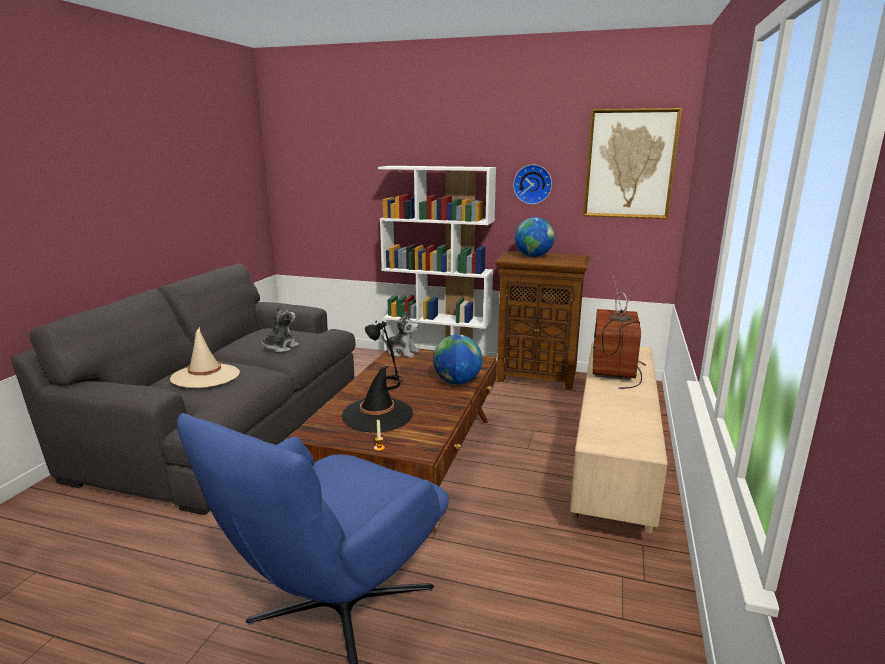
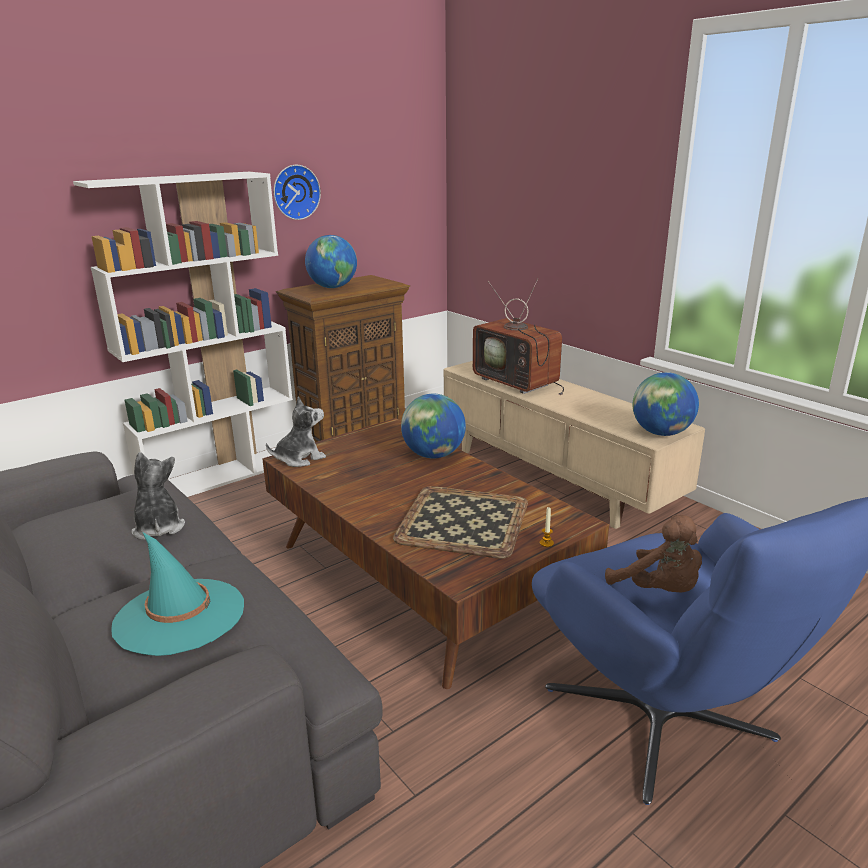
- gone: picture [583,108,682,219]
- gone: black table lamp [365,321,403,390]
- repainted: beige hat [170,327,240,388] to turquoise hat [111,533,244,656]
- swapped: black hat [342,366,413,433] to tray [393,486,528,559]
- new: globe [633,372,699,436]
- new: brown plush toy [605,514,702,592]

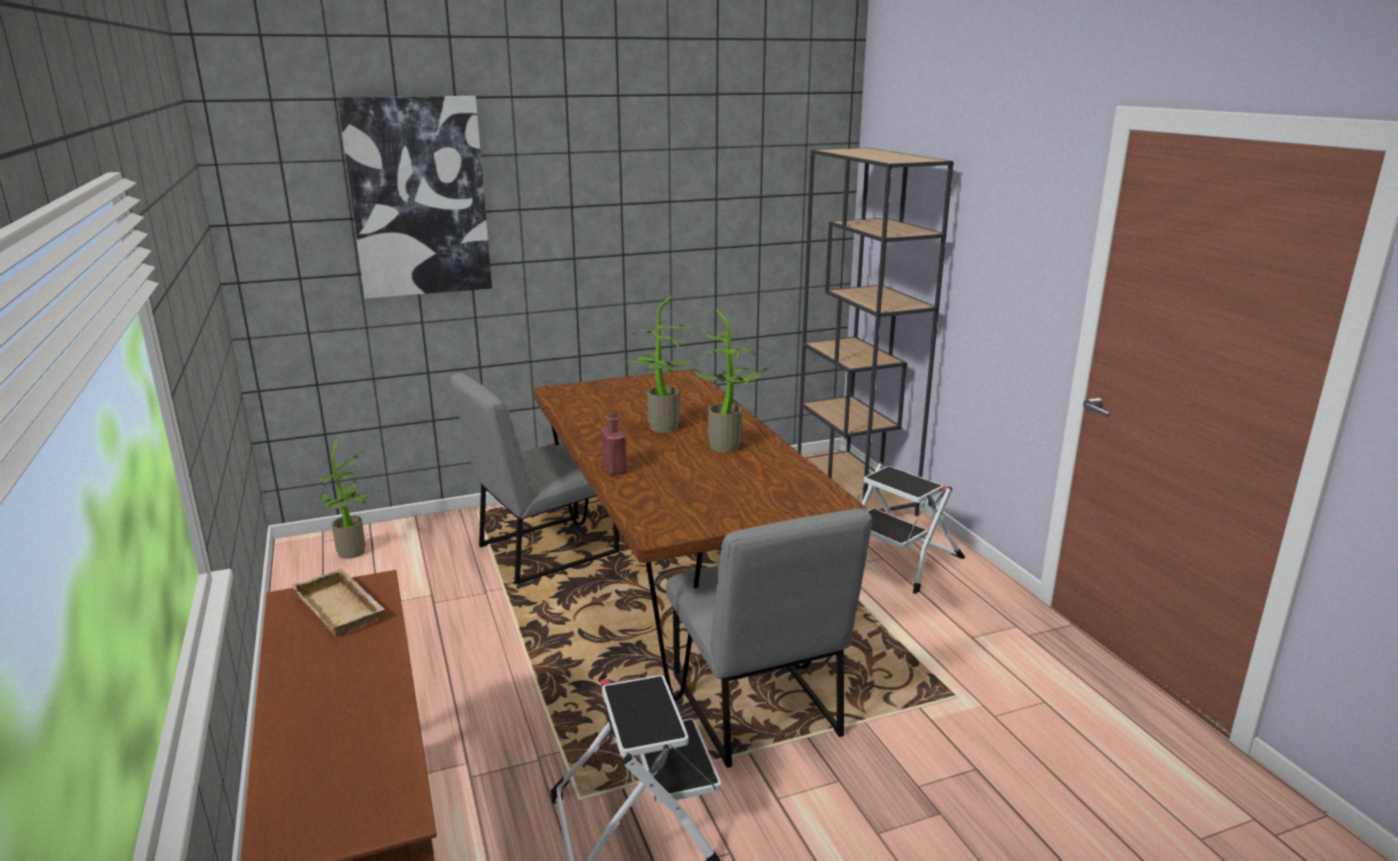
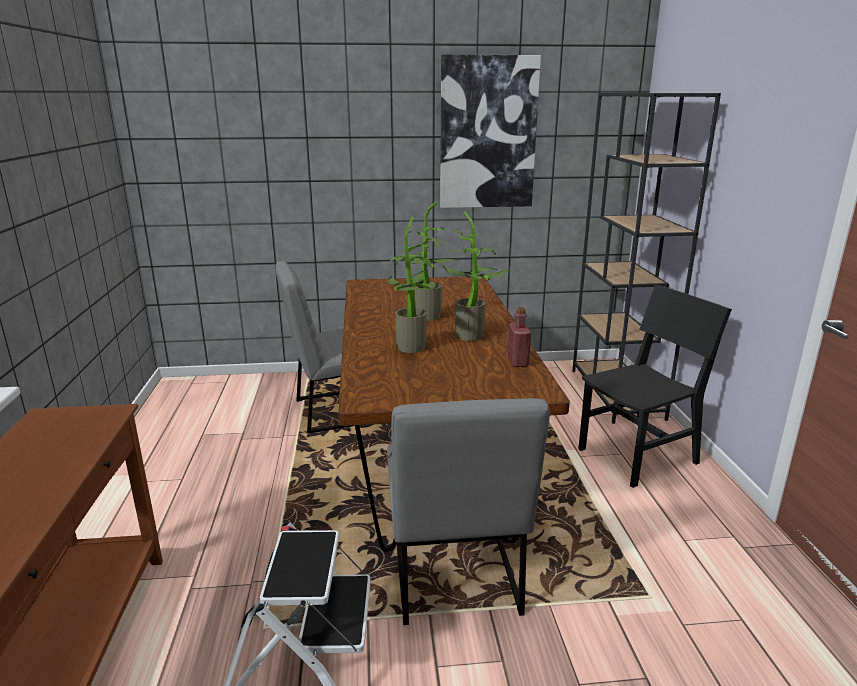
- shifted: picture [337,96,492,299] to [440,55,541,208]
- shifted: red bottle [601,410,627,475] to [508,307,531,367]
- shifted: potted plant [319,439,366,559] to [388,217,437,353]
- swapped: step ladder [857,462,965,594] to black chair [578,285,732,488]
- gone: beige tray [292,568,385,637]

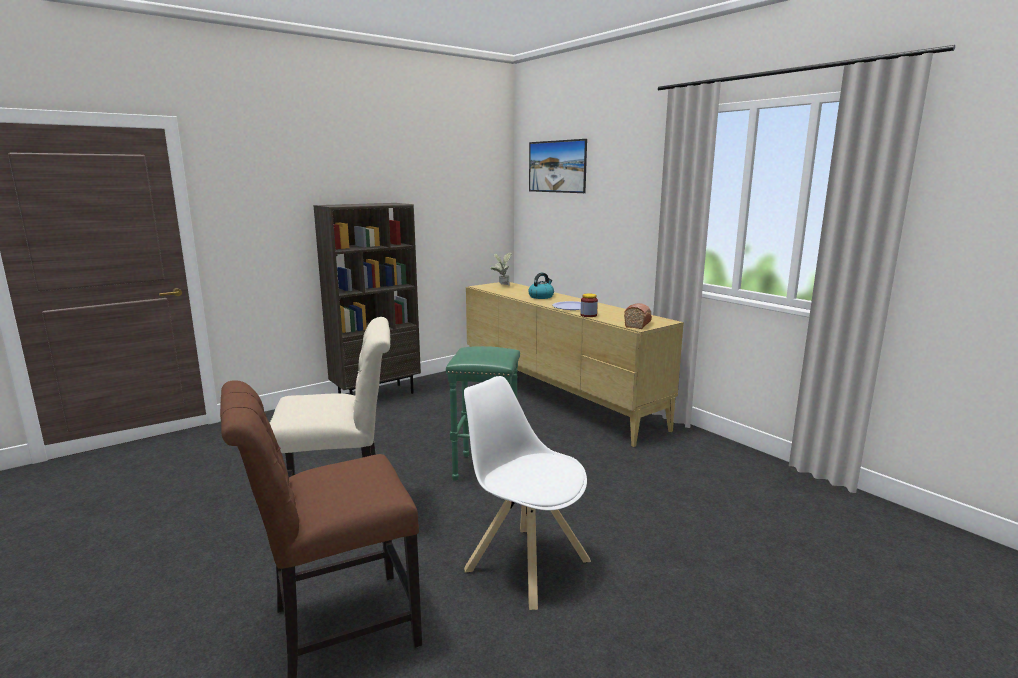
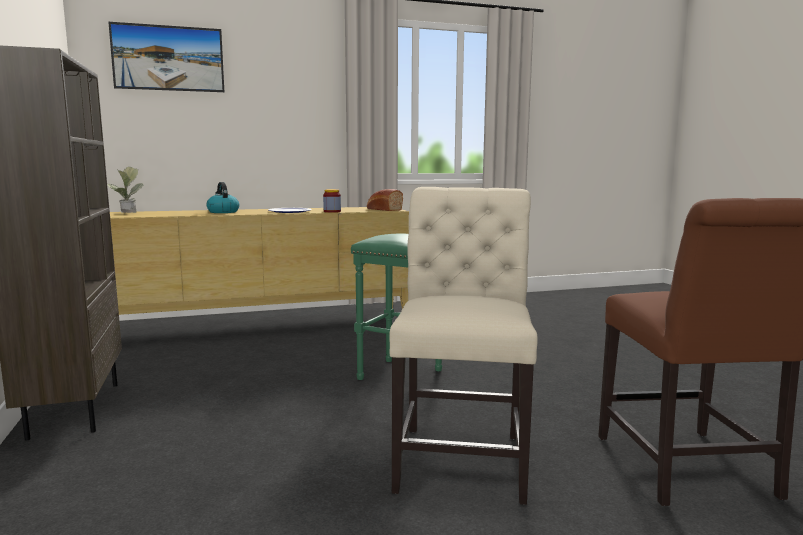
- gone: white chair [464,376,591,610]

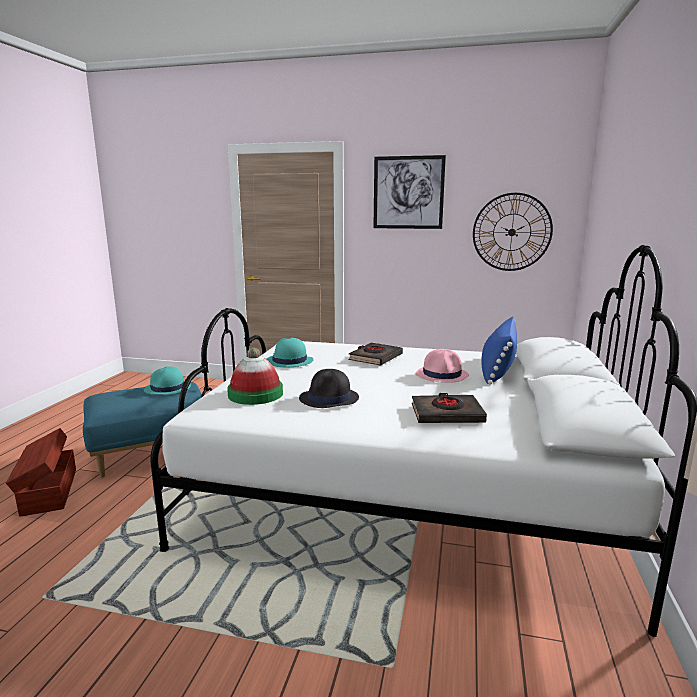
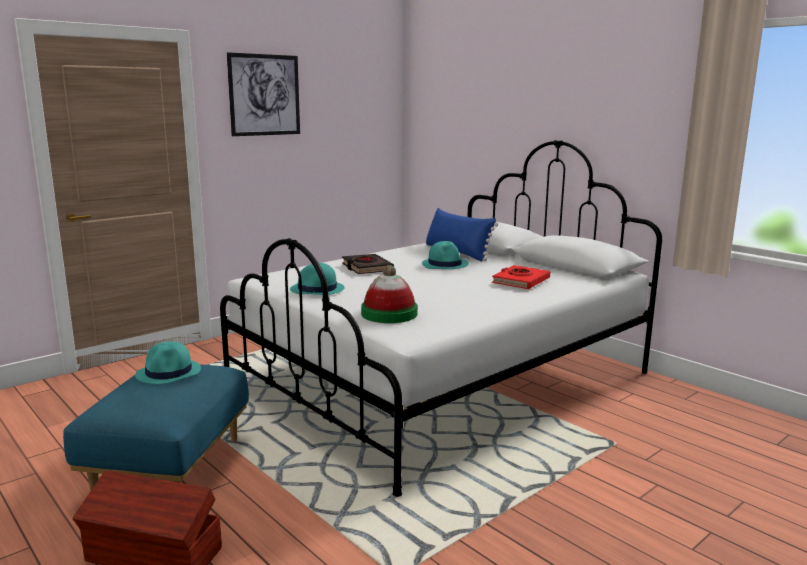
- gone: wall clock [473,193,553,271]
- repainted: pink hat [416,349,469,383] to turquoise hat [422,241,469,269]
- gone: black hat [299,369,359,408]
- repainted: black book [412,393,487,423] to red book [492,265,550,289]

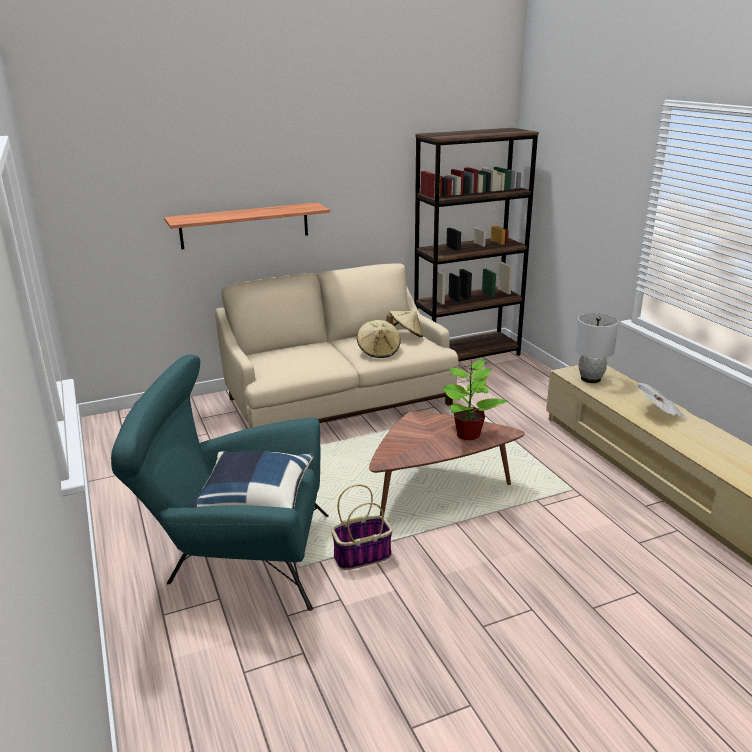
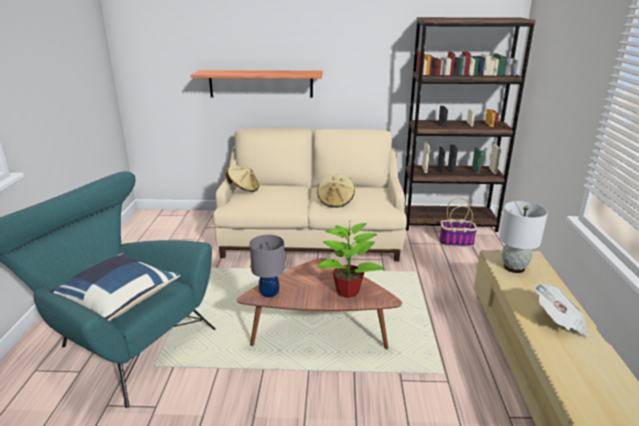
- shifted: beige hat [386,311,423,337] to [226,165,259,192]
- shifted: basket [331,484,393,570] to [439,198,477,247]
- new: grey table lamp [249,235,285,297]

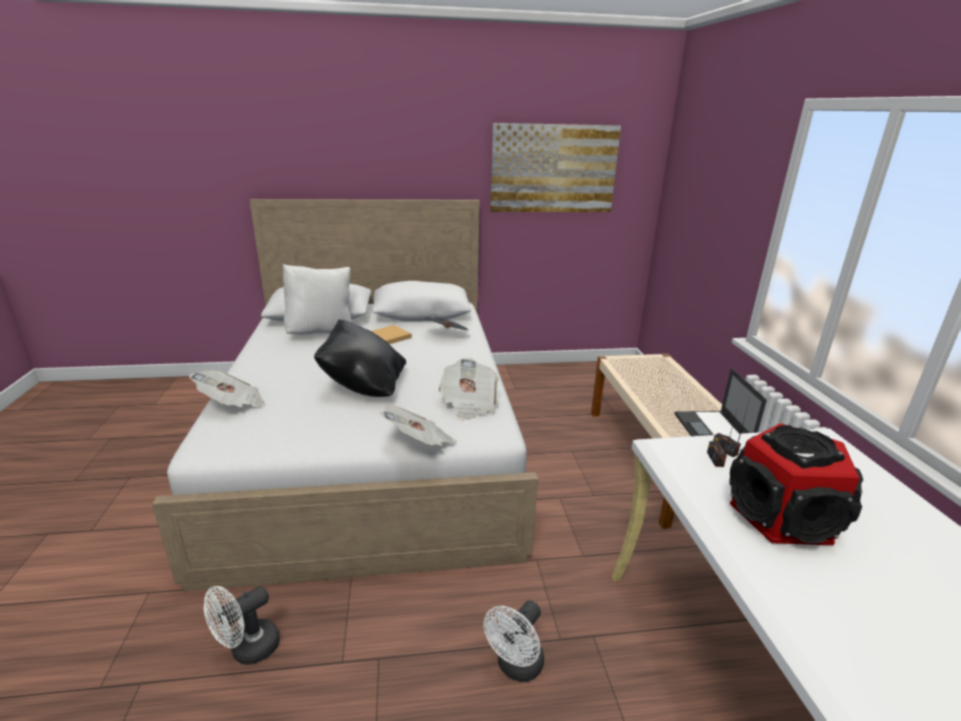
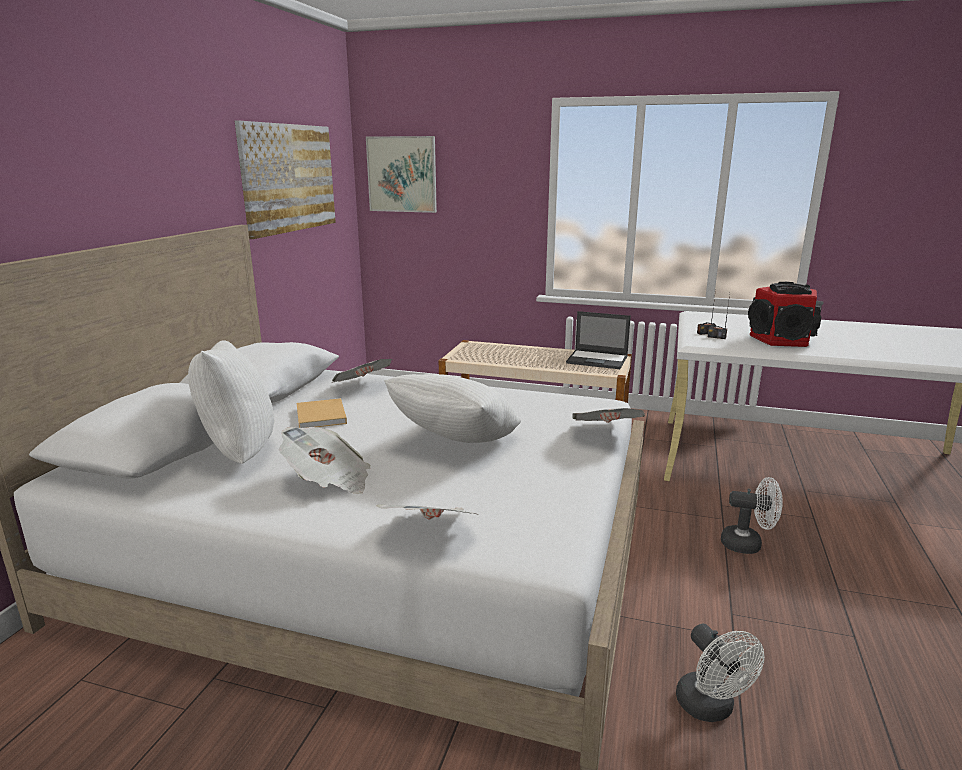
- repainted: black pillow [314,319,406,397] to white pillow [384,374,521,443]
- shifted: newspaper [438,358,499,421] to [279,427,371,494]
- rotated: white fan [483,600,544,682] = [721,477,783,554] 45 degrees counterclockwise
- new: picture [366,136,437,213]

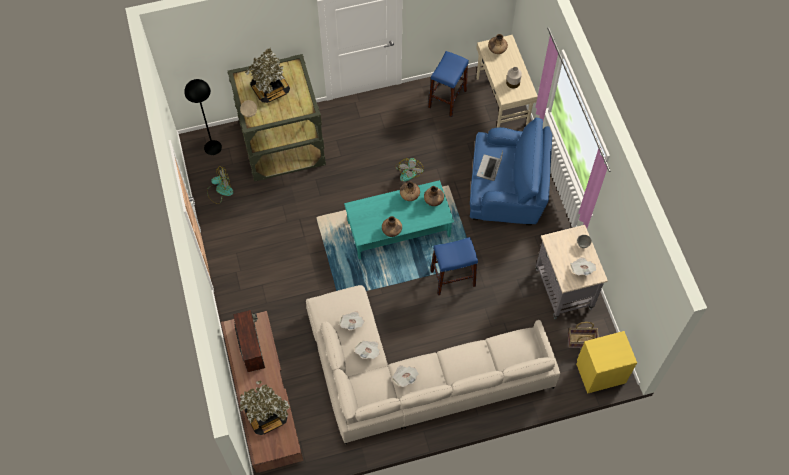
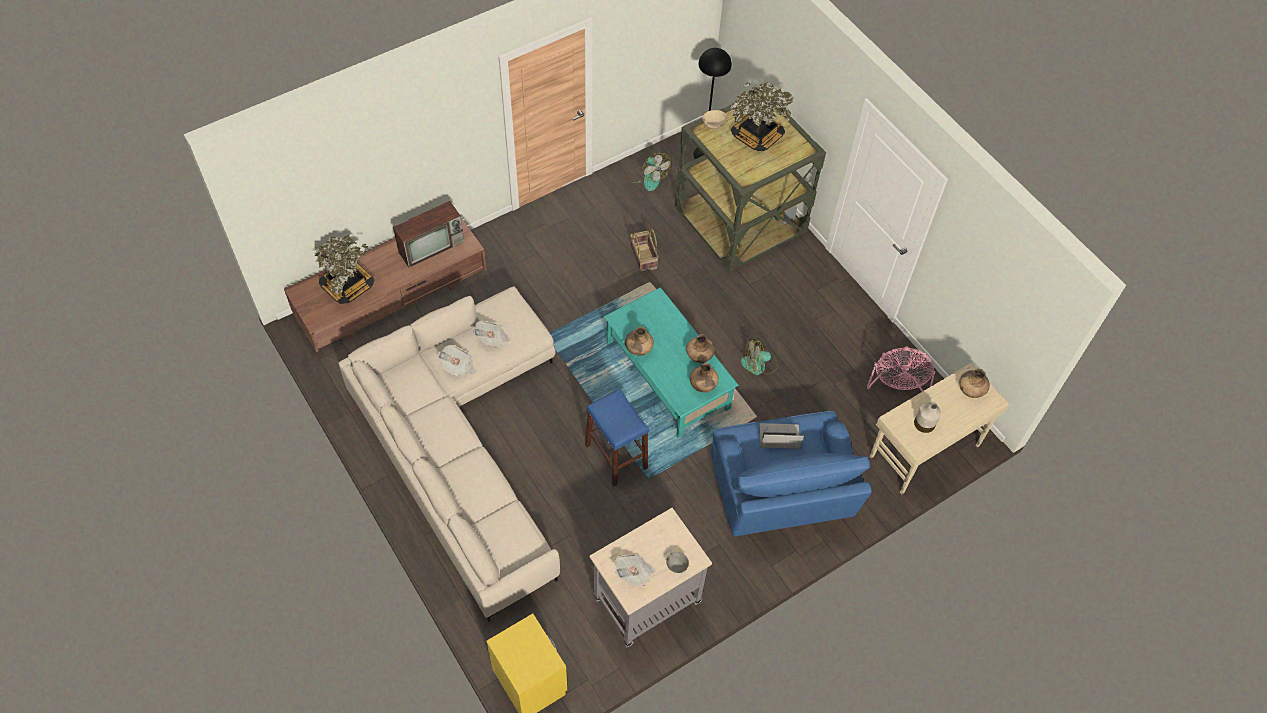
- swapped: blue stool [428,51,469,117] to pink fan [867,346,935,392]
- shifted: basket [568,322,599,348] to [630,228,659,273]
- gone: newspaper [392,365,419,387]

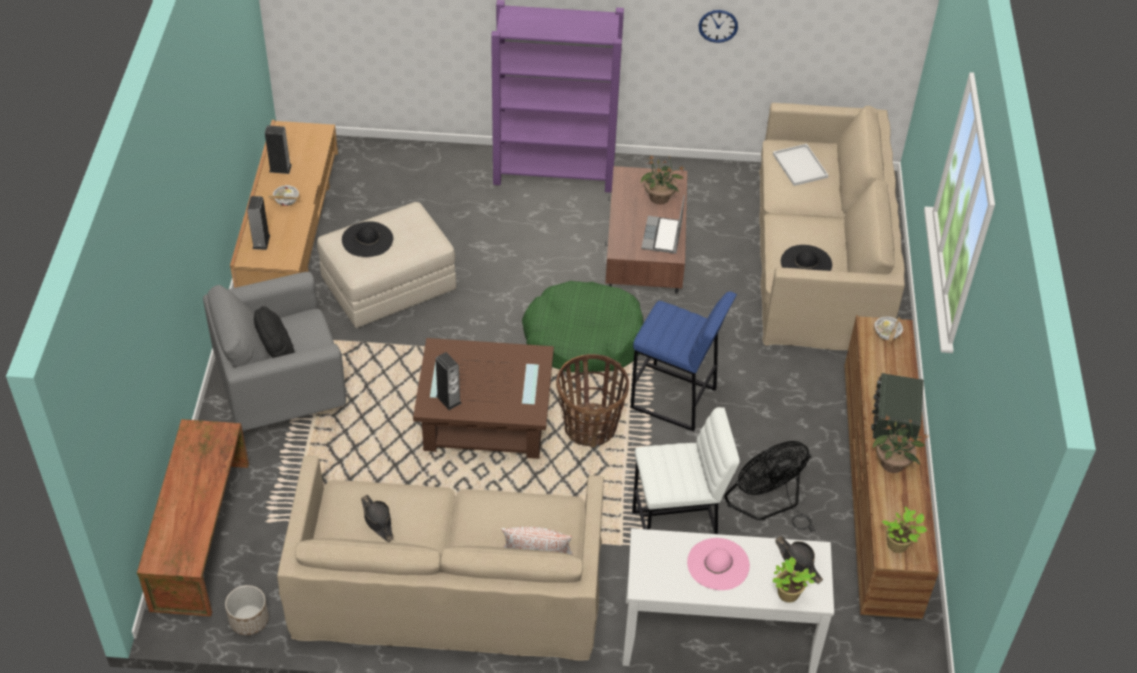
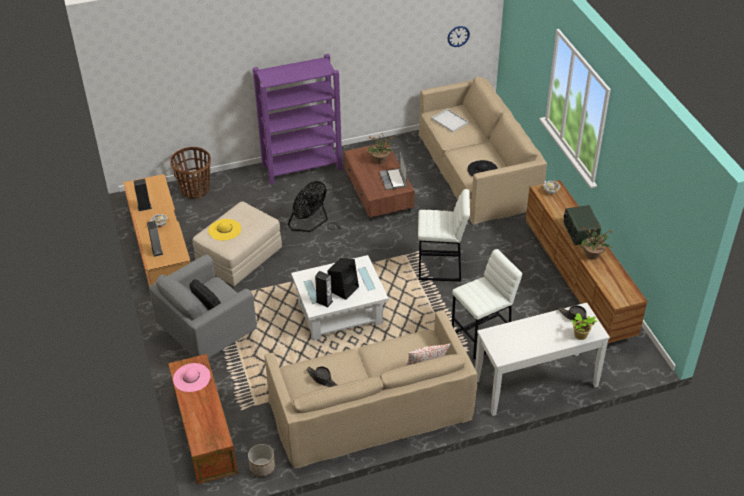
- shifted: wall clock [699,10,738,43] to [447,26,470,47]
- repainted: black hat [342,221,393,257] to yellow hat [208,219,241,241]
- gone: green dog bed [522,281,644,373]
- repainted: blue stool [631,291,737,431] to white stool [418,189,470,281]
- repainted: brown coffee table [413,338,554,459] to white coffee table [291,255,389,340]
- shifted: basket [556,354,629,447] to [170,147,211,199]
- shifted: black fan [725,441,815,532] to [288,181,341,232]
- gone: potted plant [882,507,927,553]
- shifted: pink hat [687,538,750,590] to [173,363,210,392]
- new: black speaker [328,258,359,300]

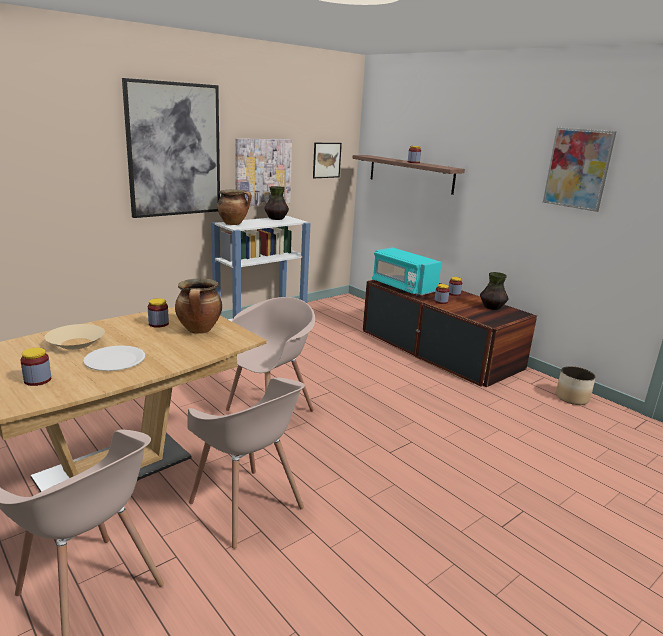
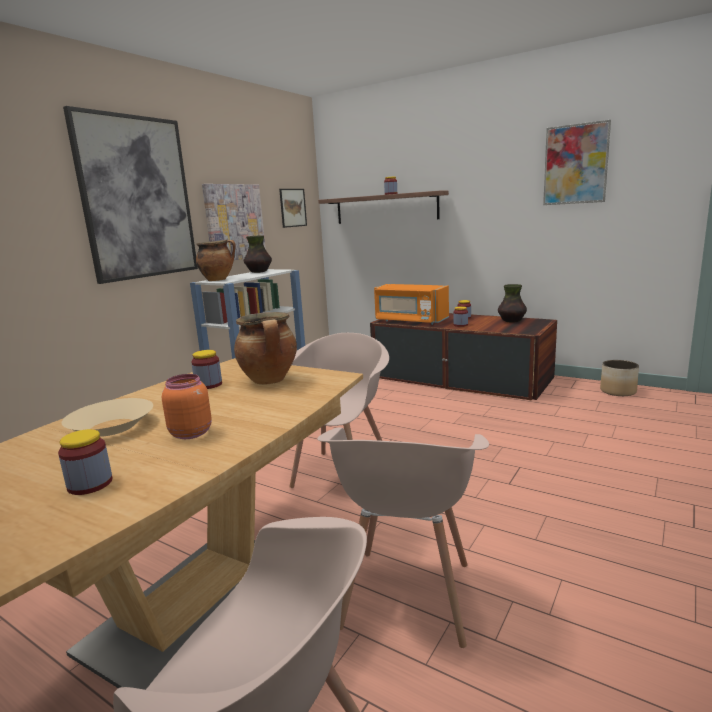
- repainted: turquoise microwave [372,247,442,296] to orange microwave [374,284,449,325]
- swapped: white plate [83,345,145,371] to orange jar [162,374,212,439]
- rotated: beige chair [187,377,305,549] = [317,428,489,648] 75 degrees clockwise

